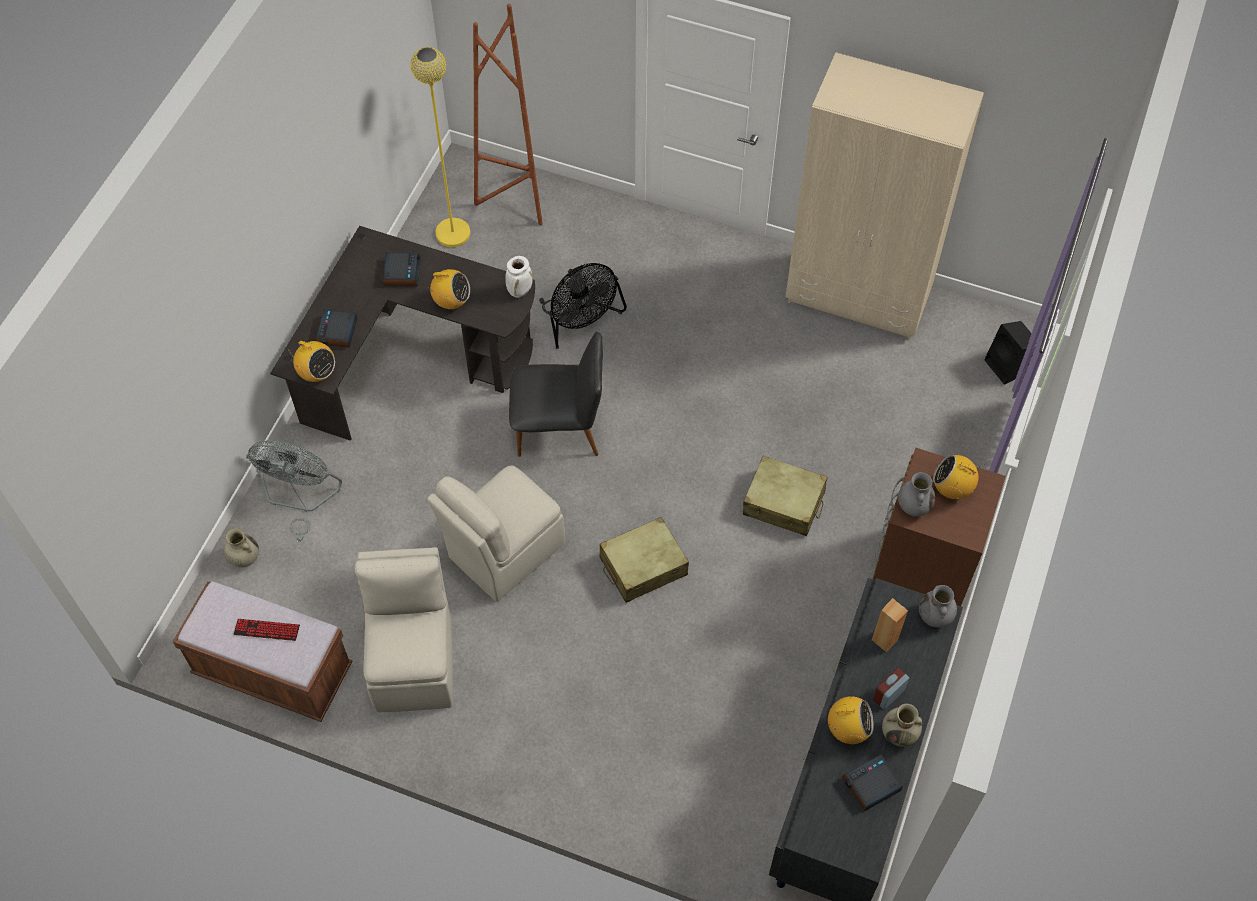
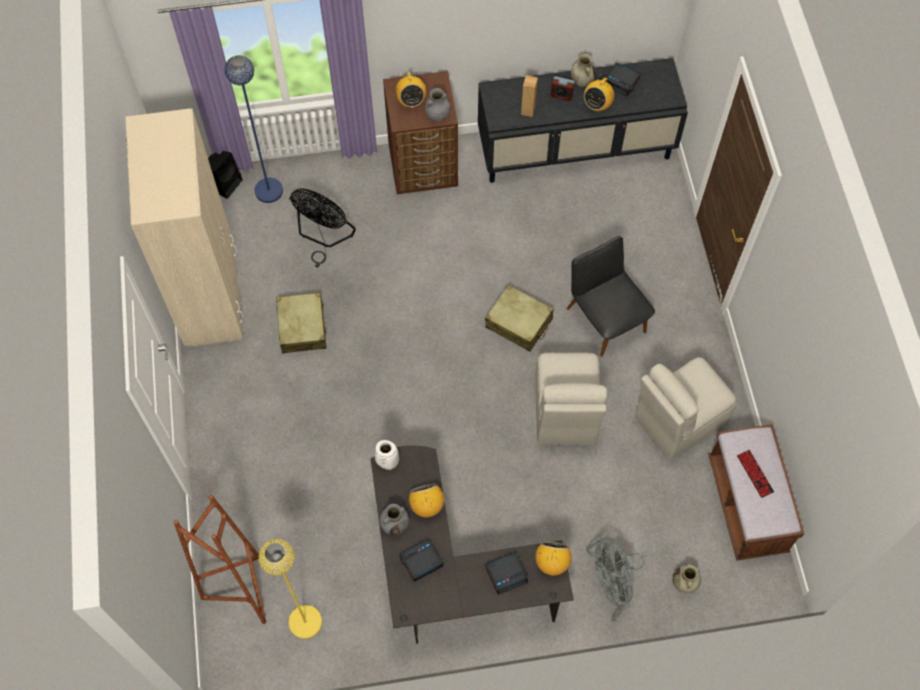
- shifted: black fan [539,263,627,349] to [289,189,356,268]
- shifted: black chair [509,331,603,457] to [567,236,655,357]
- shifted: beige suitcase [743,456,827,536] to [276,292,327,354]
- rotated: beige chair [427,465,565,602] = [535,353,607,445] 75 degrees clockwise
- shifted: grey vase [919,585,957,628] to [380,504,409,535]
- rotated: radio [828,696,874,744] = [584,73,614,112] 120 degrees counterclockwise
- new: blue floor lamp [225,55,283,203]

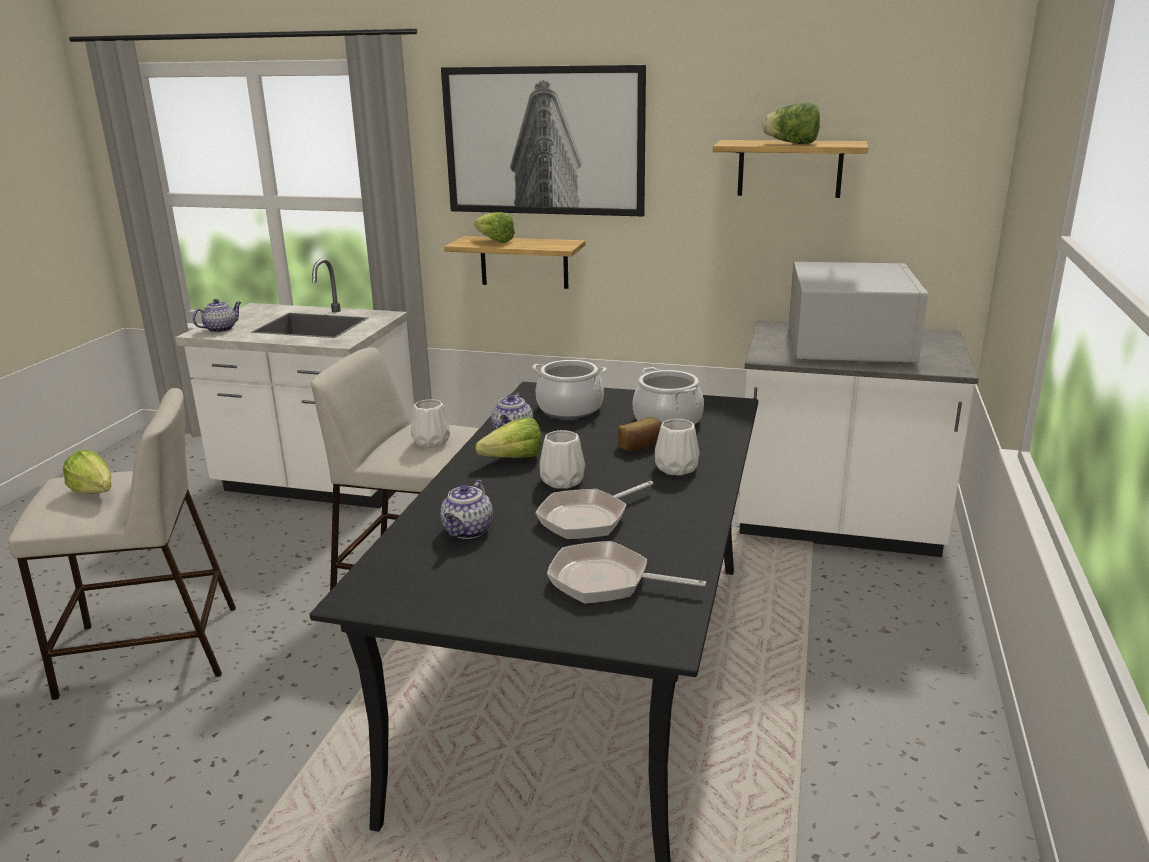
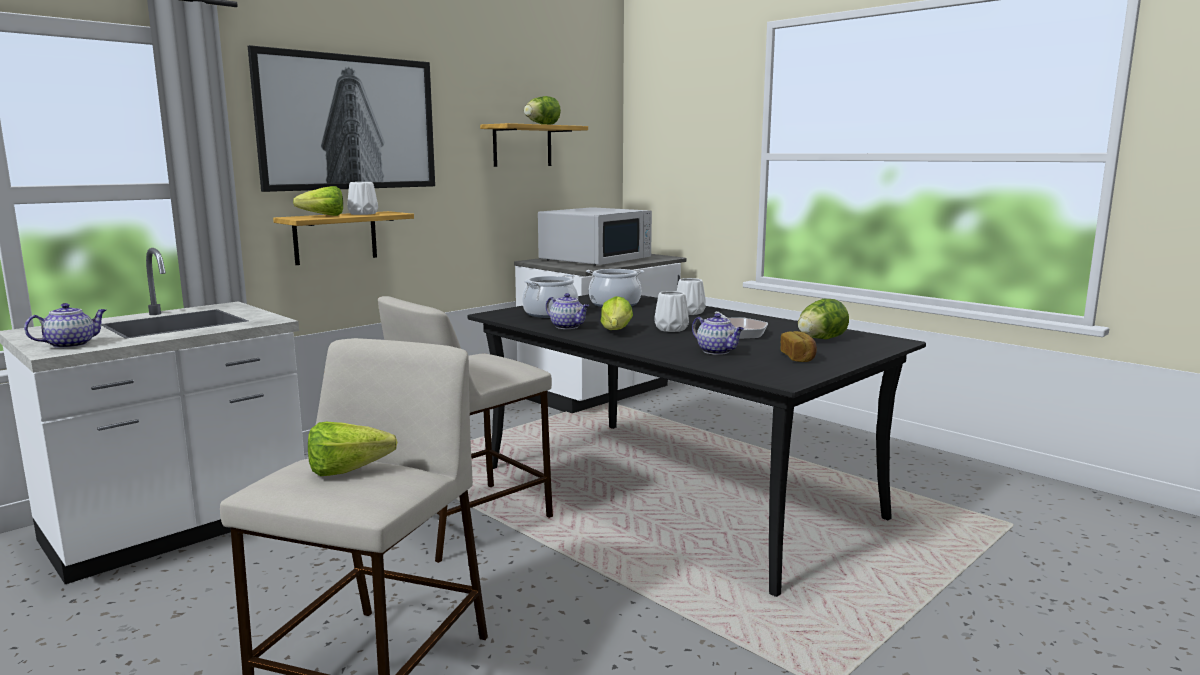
- rotated: white microwave [789,262,928,363] = [538,207,652,266] 90 degrees clockwise
- rotated: teapot [193,299,241,333] = [24,303,106,348] 60 degrees clockwise
- shifted: white vase [411,399,450,448] to [347,182,378,215]
- shifted: bread [618,417,662,451] to [780,331,817,362]
- swapped: frying pan [547,541,706,604] to lettuce [798,299,849,339]

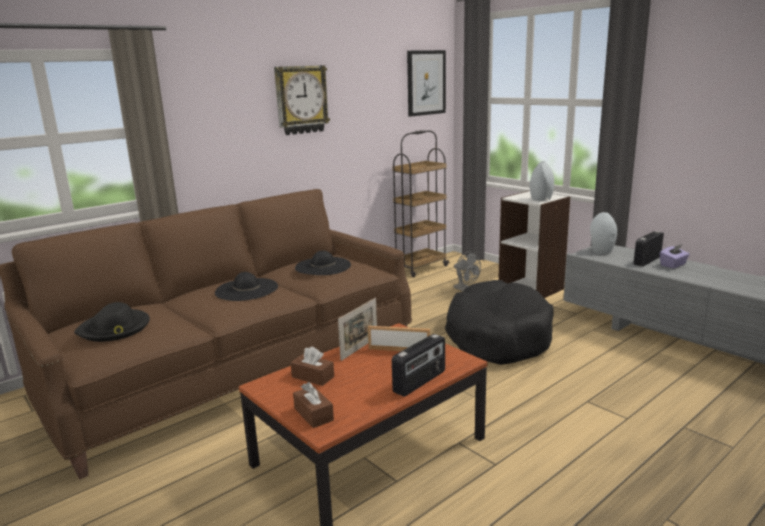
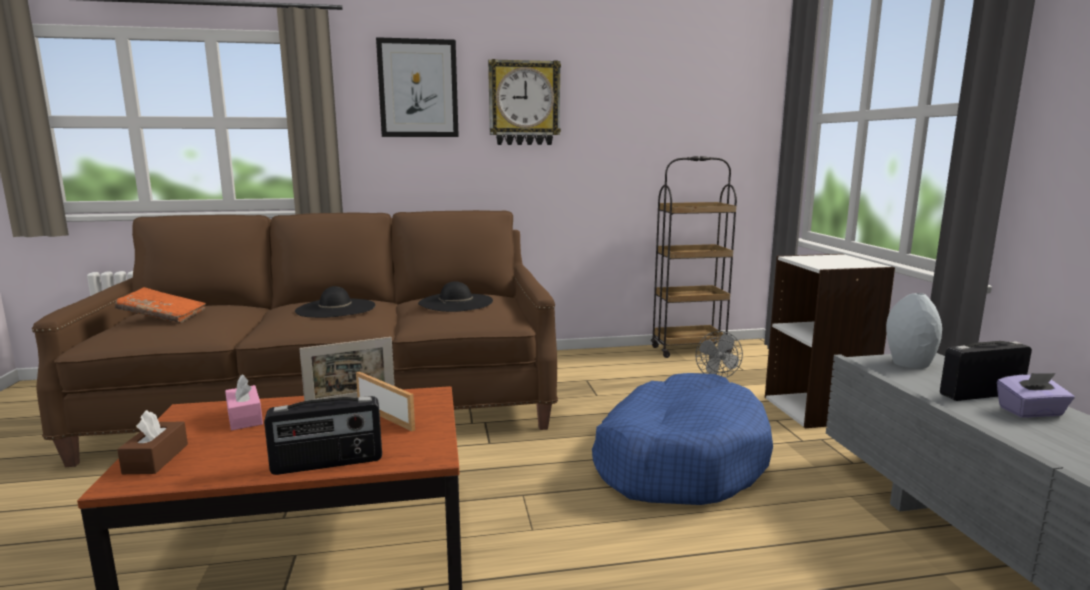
- shifted: picture [407,50,446,117] to [376,37,459,137]
- gone: grey vase [530,162,554,201]
- repainted: black dog bed [445,280,554,365] to blue dog bed [592,373,773,505]
- swapped: black hat [74,302,150,342] to orange book [115,287,206,323]
- repainted: brown tissue box [290,347,334,386] to pink tissue box [225,374,263,430]

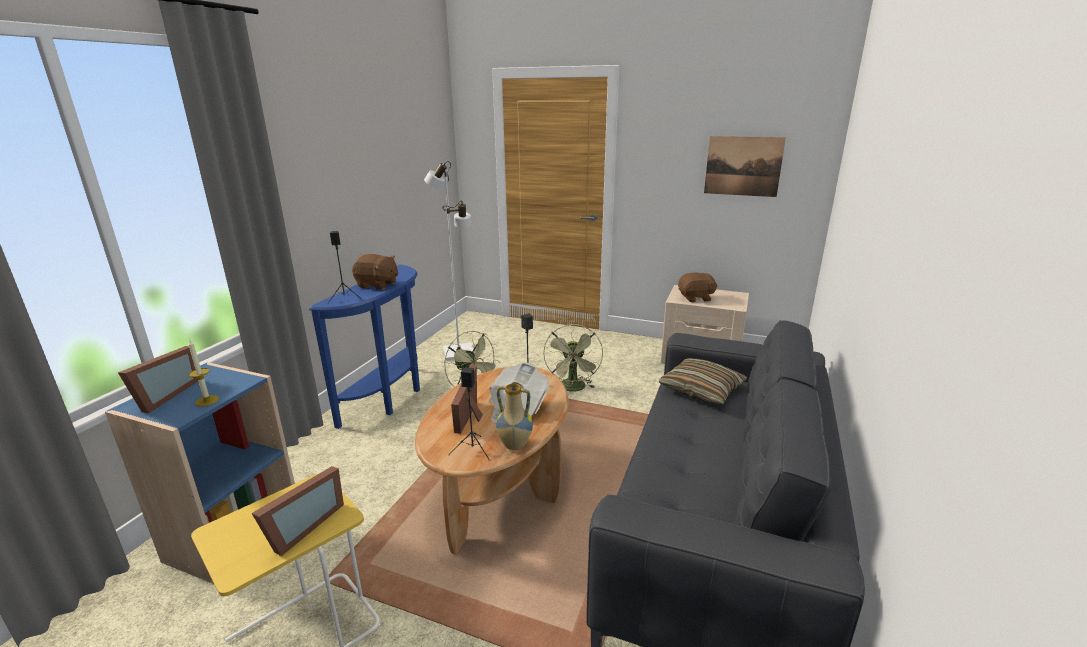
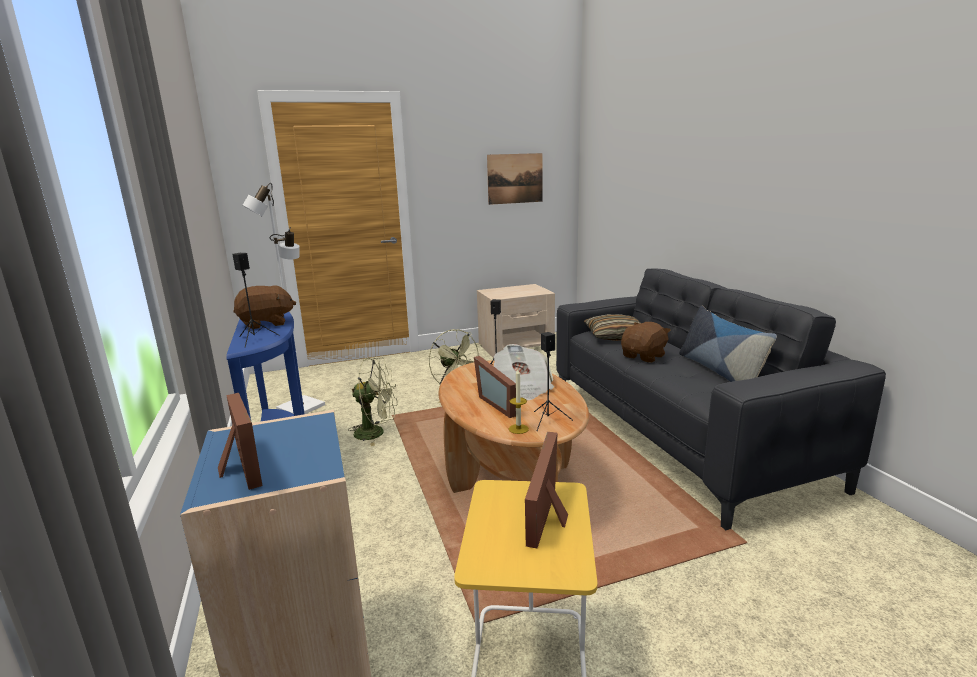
- shifted: brown plush toy [678,272,717,302] to [621,322,671,363]
- shifted: candle [188,340,219,406] to [509,369,529,434]
- gone: vase [496,384,533,450]
- rotated: picture frame [252,466,344,556] = [525,432,568,548] 150 degrees counterclockwise
- new: pillow [679,305,777,382]

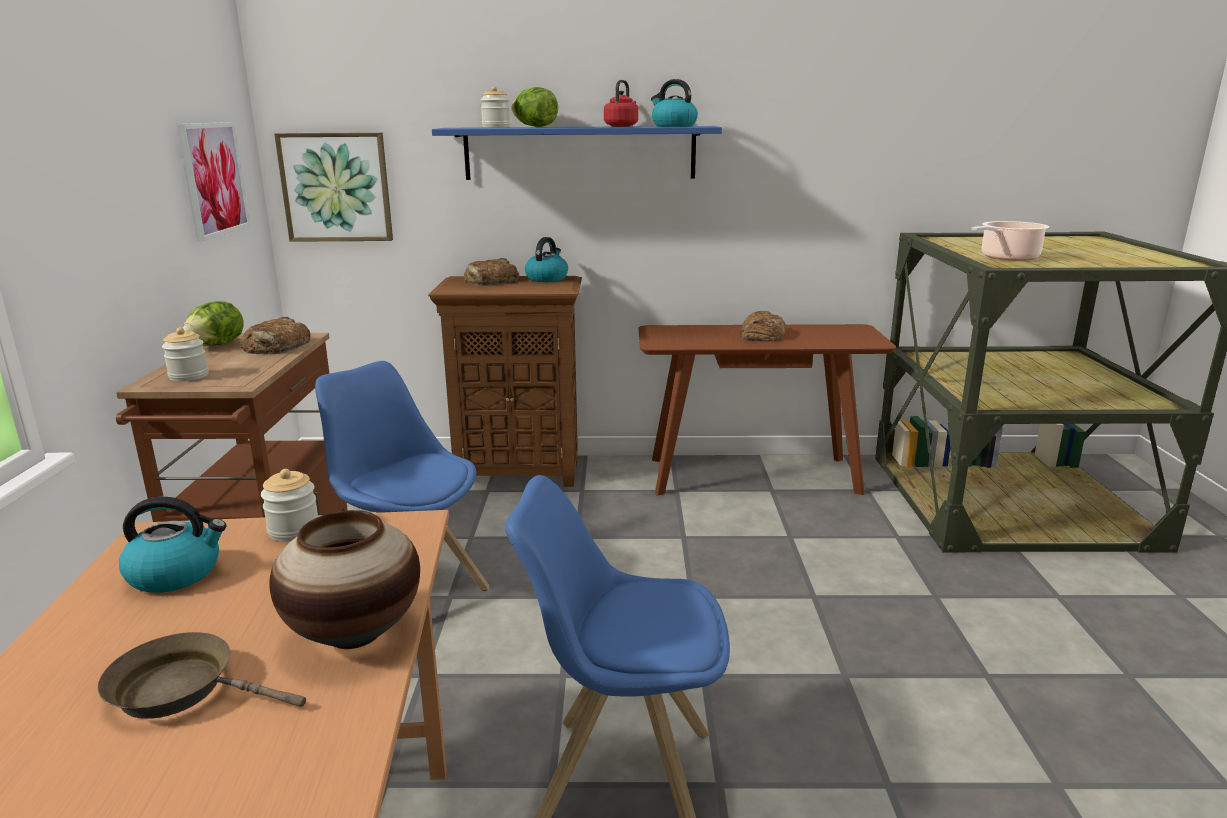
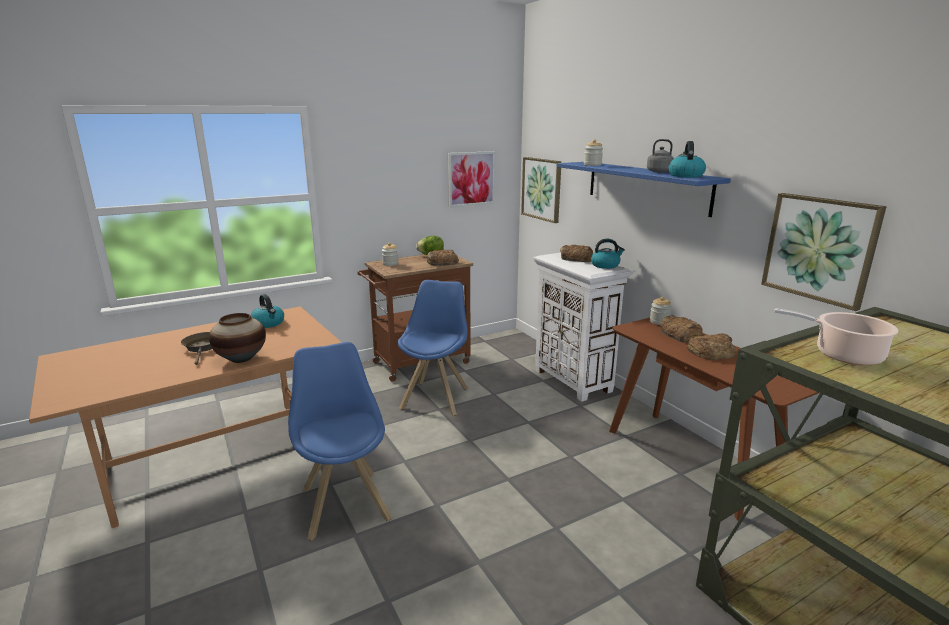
- repainted: red kettle [604,80,638,127] to grey kettle [647,139,682,173]
- gone: lettuce [512,87,558,127]
- repainted: brown cabinet [428,276,582,487] to white cabinet [533,252,634,402]
- shifted: jar [261,469,319,542] to [650,297,672,325]
- new: picture [761,193,887,311]
- new: bread [660,315,703,343]

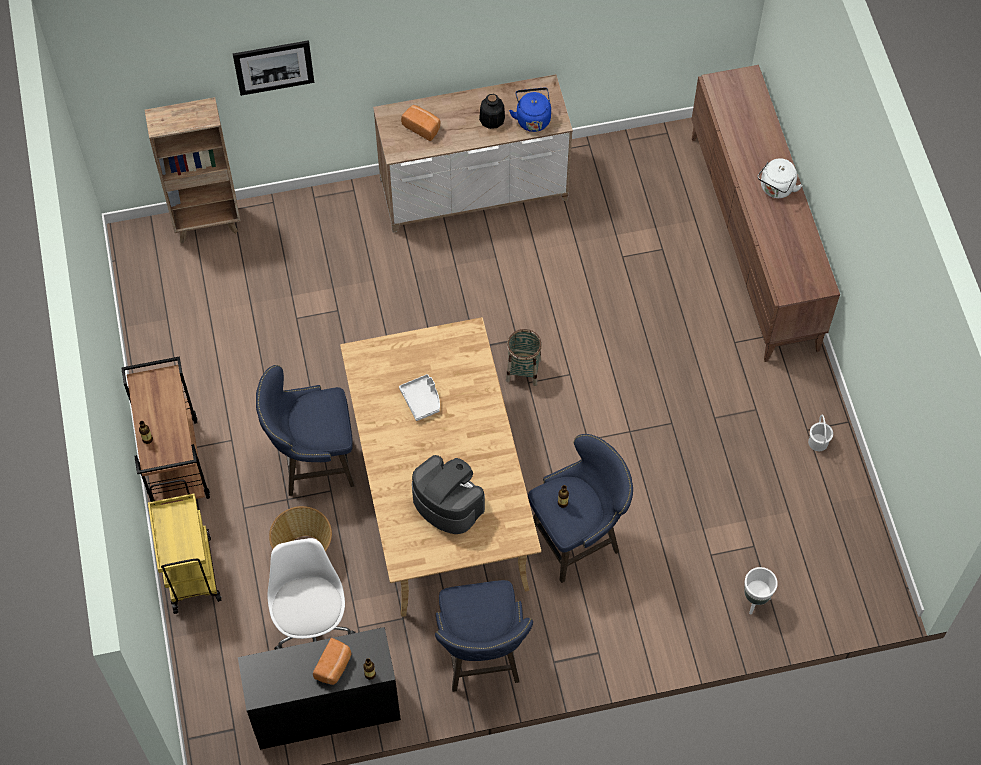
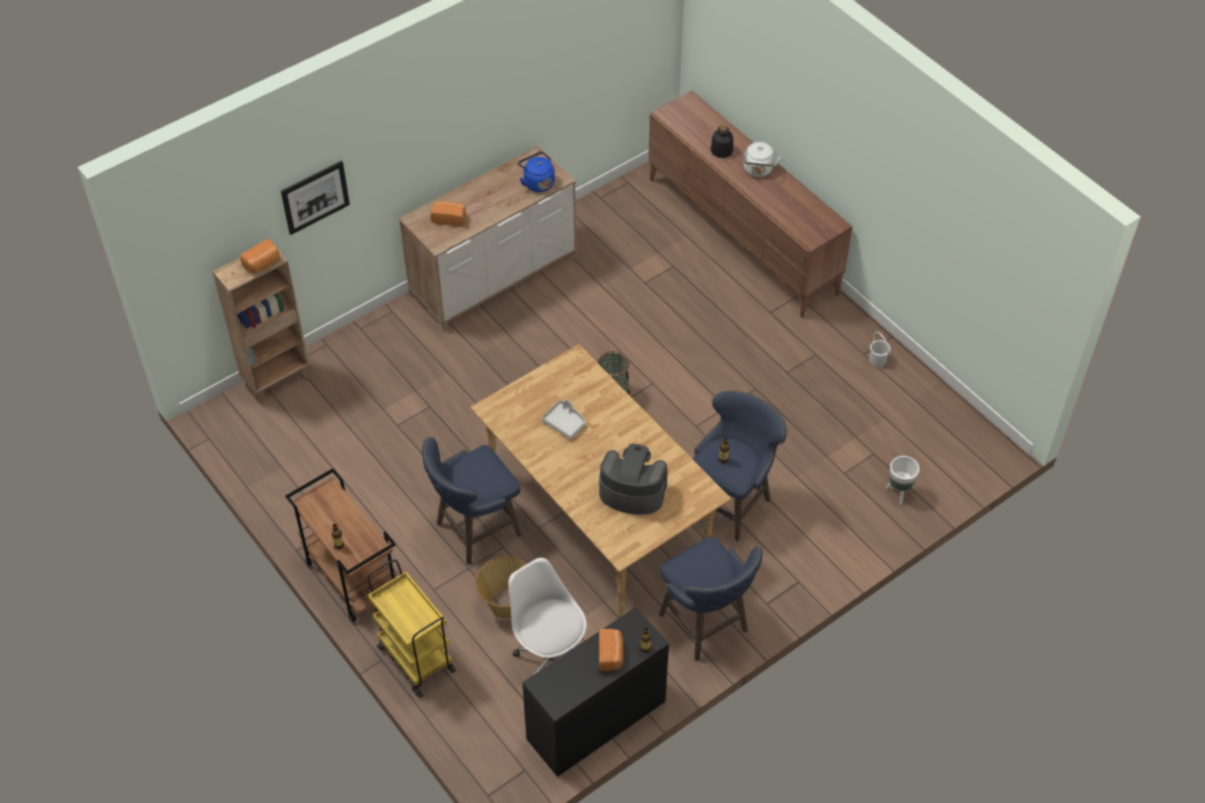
- shifted: bottle [479,94,505,129] to [711,126,733,158]
- new: bread [240,239,280,274]

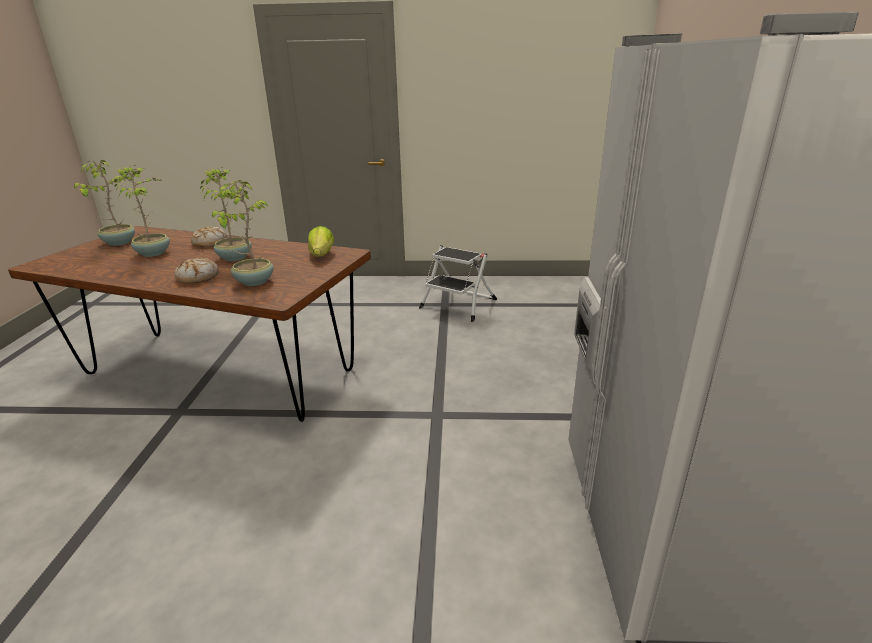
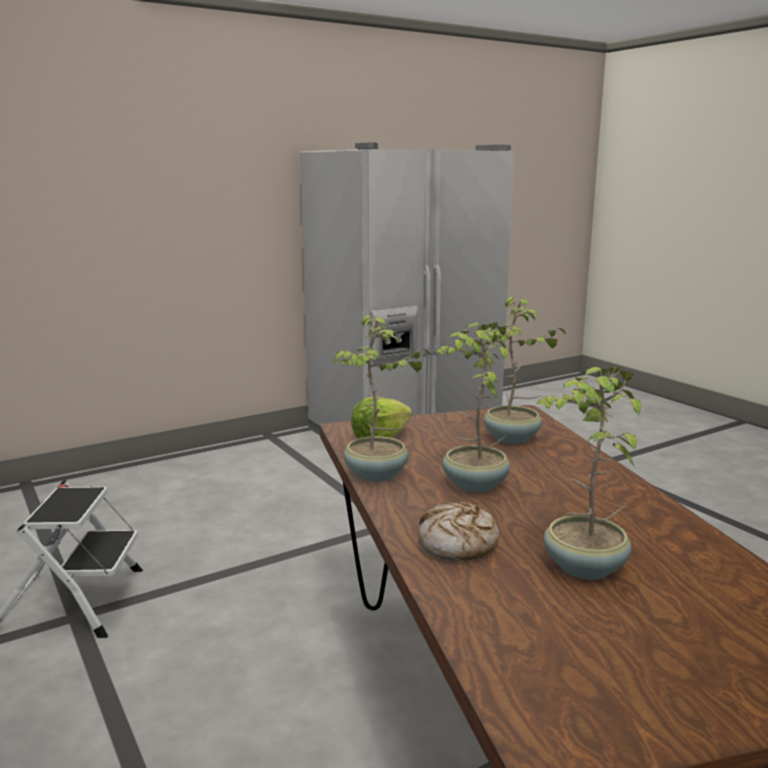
- shifted: potted plant [74,160,135,246] to [331,315,432,482]
- gone: bread [175,258,219,284]

